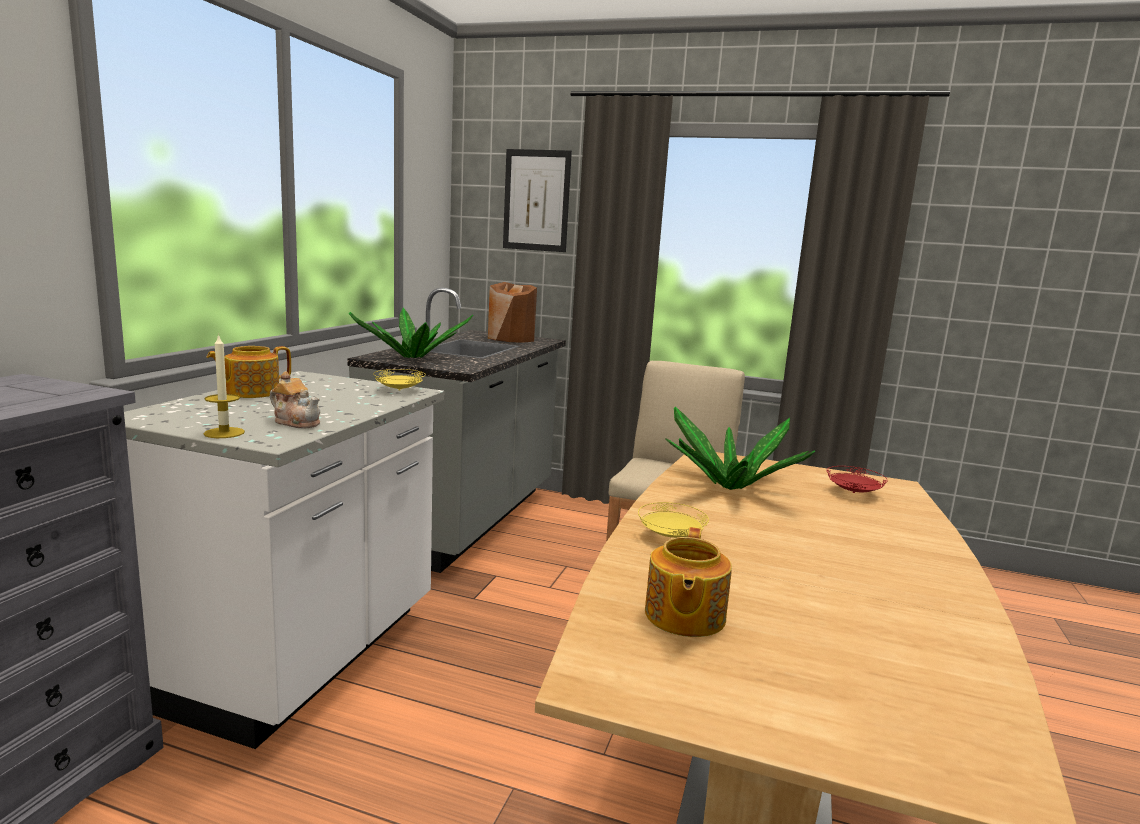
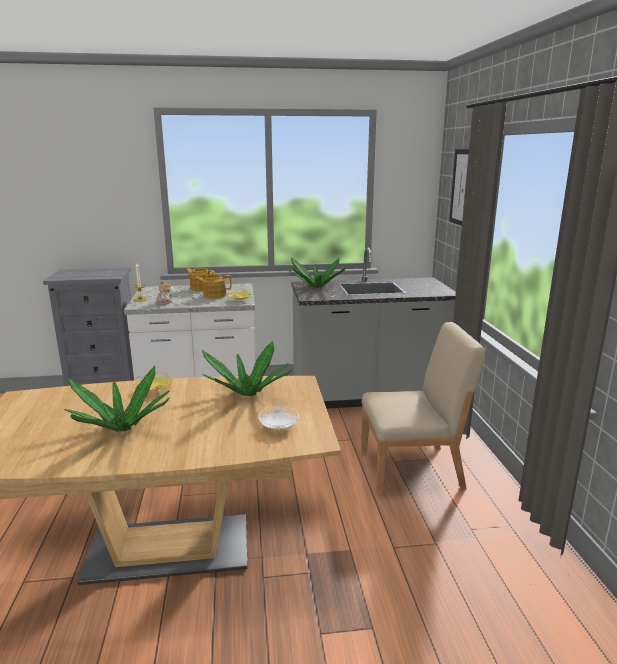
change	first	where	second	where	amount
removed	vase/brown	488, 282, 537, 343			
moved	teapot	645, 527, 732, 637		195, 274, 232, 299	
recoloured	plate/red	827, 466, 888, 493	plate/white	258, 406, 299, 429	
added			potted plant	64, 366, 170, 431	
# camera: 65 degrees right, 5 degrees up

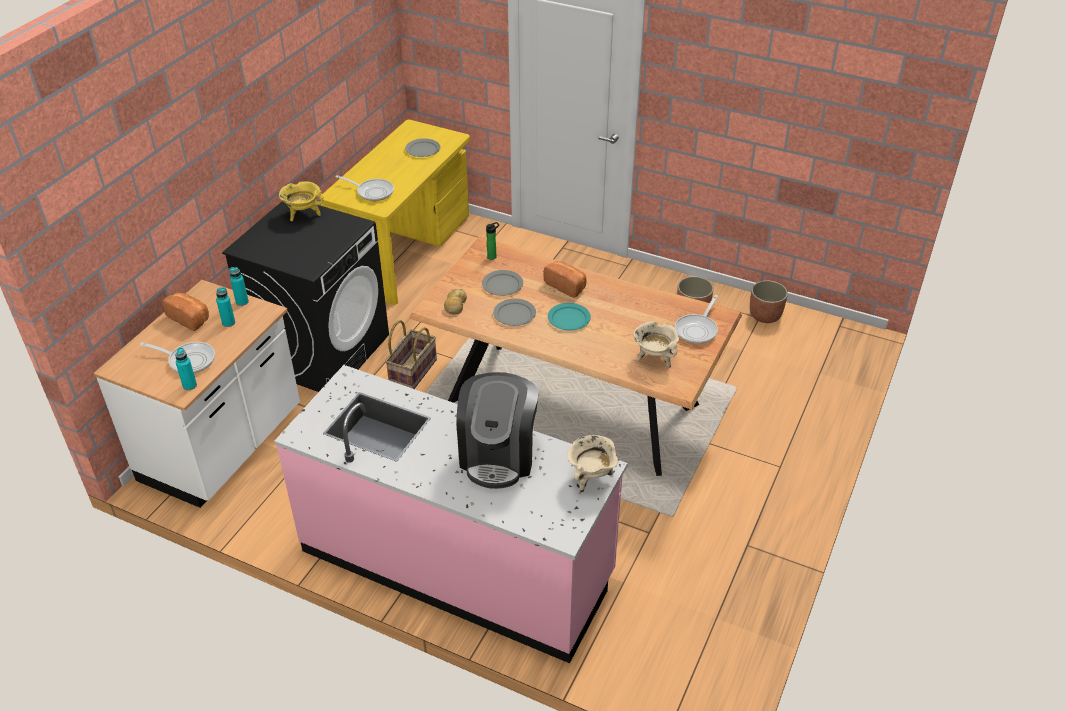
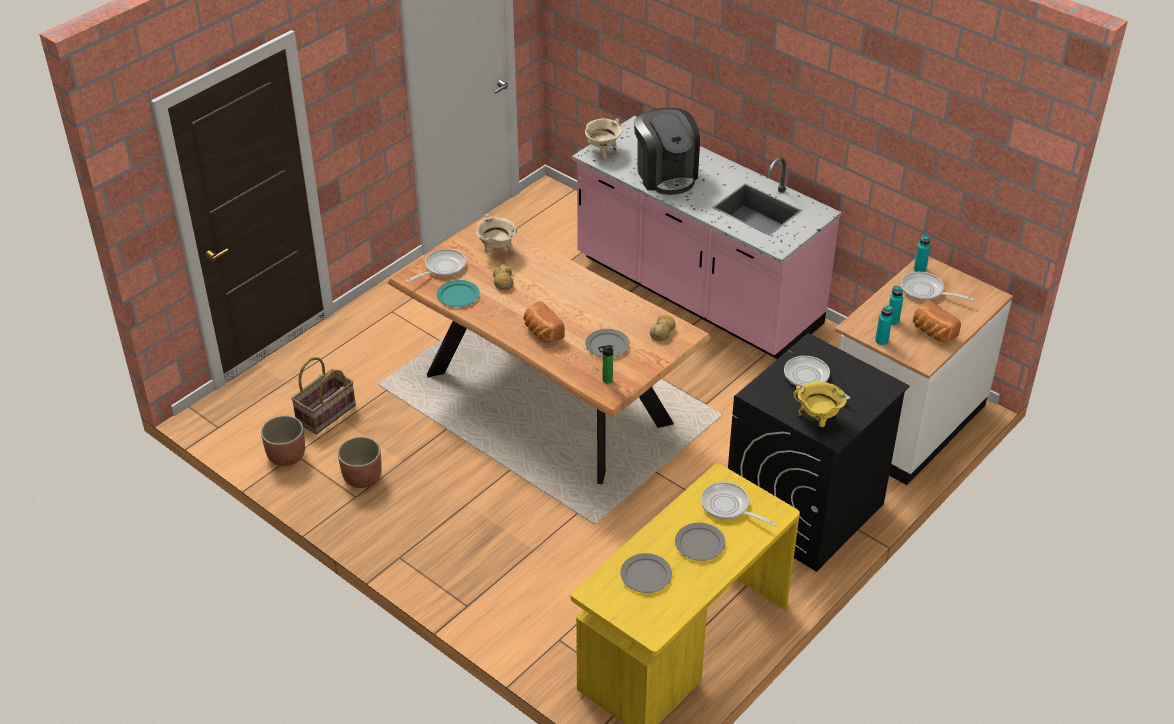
change	first	where	second	where	amount
moved	basket	385, 320, 437, 389		291, 357, 356, 435	
turned	coffee machine	456, 372, 538, 489		634, 108, 700, 195	135 degrees clockwise
moved	plate/grey	493, 299, 536, 326		675, 523, 726, 561	
moved	plate/turquoise	548, 303, 591, 330		437, 280, 480, 307	
added			bread	493, 264, 513, 290	
added			frying pan	784, 356, 850, 400	
# camera: 165 degrees left, 0 degrees up

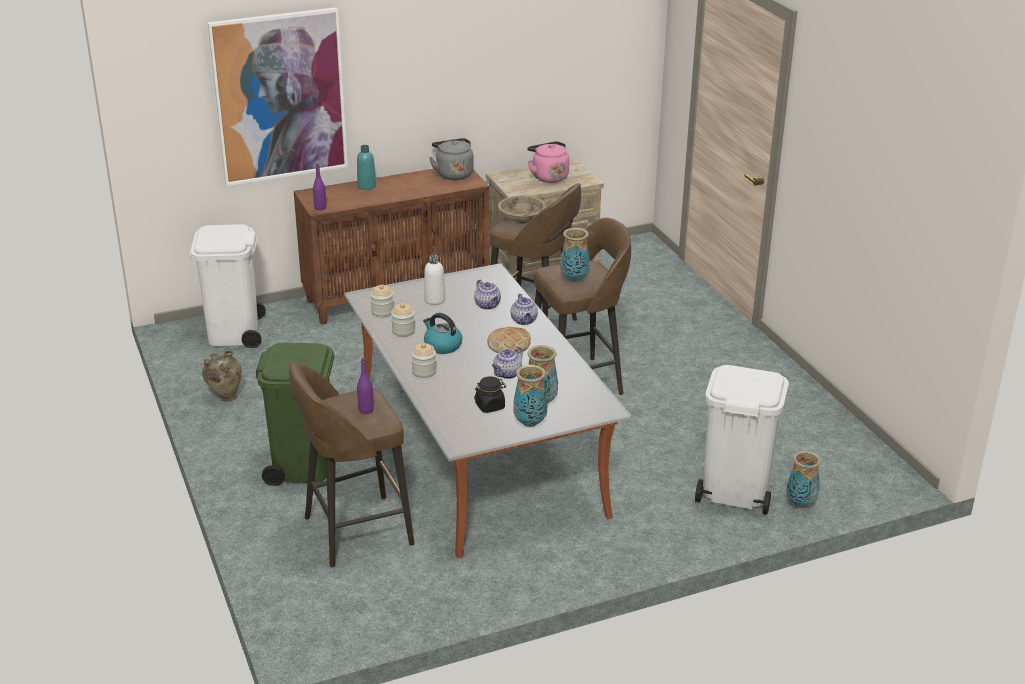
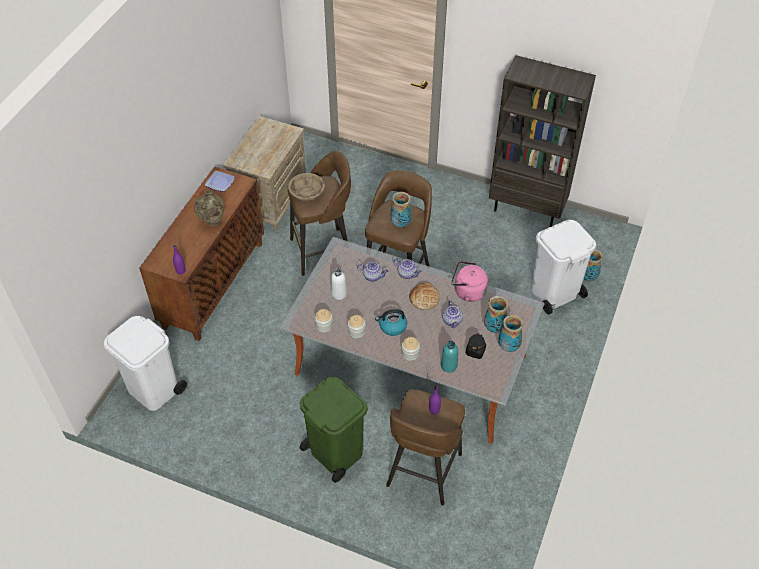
change	first	where	second	where	amount
moved	vase/beige	202, 350, 242, 401		194, 190, 224, 226	
removed	picture	208, 7, 348, 186			
moved	bottle/turquoise	357, 145, 376, 190		441, 341, 458, 373	
replaced	kettle/grey	429, 138, 474, 180	plate	205, 171, 235, 192	
moved	kettle/pink	527, 141, 569, 183		451, 261, 488, 302	
added			bookcase/brown	489, 55, 596, 227	
# camera: 45 degrees left, 20 degrees up

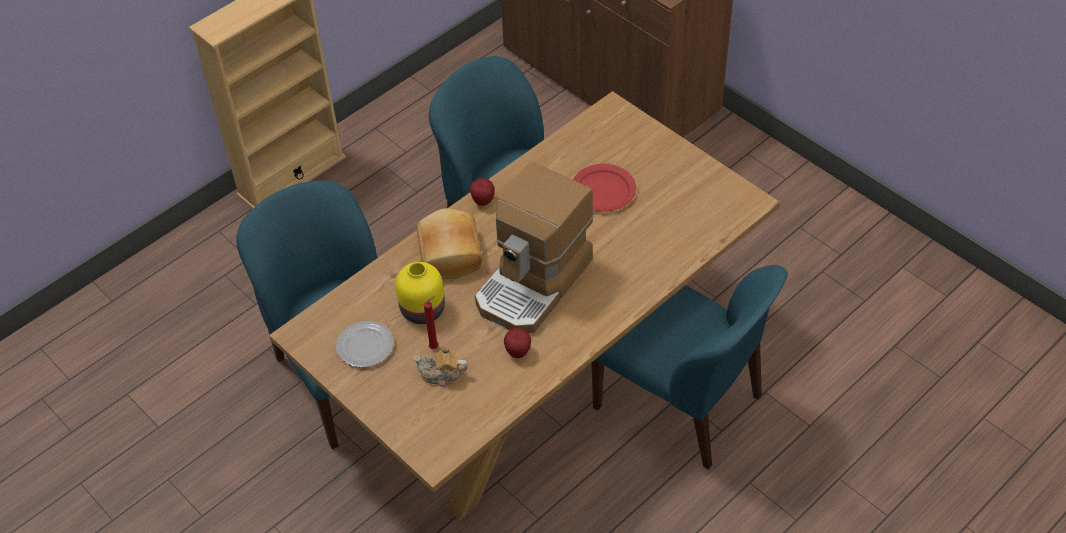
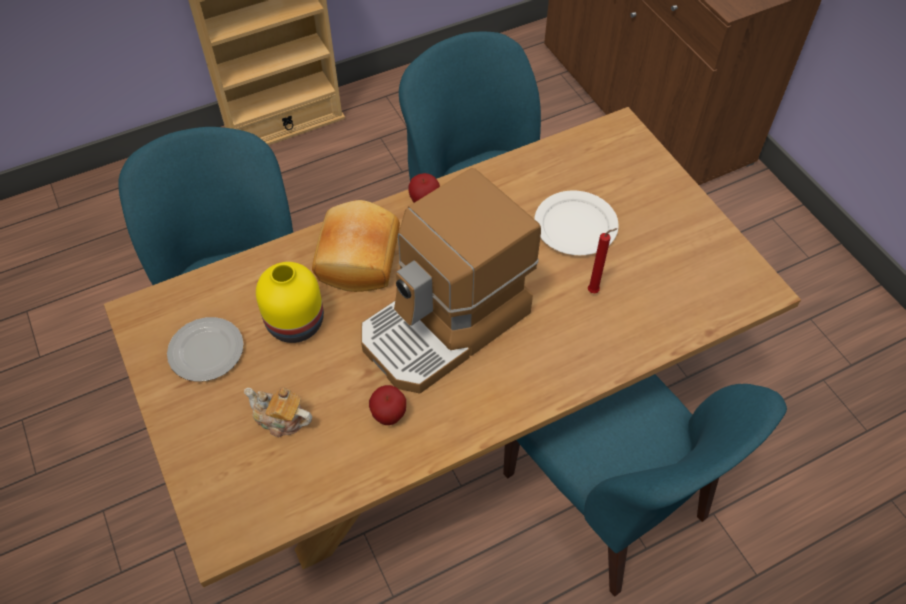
change	first	where	second	where	amount
moved	candle/red	424, 296, 438, 349		588, 228, 618, 293	
recoloured	plate/red	573, 164, 636, 212	plate/white	534, 190, 619, 255	
# camera: 15 degrees right, 5 degrees up

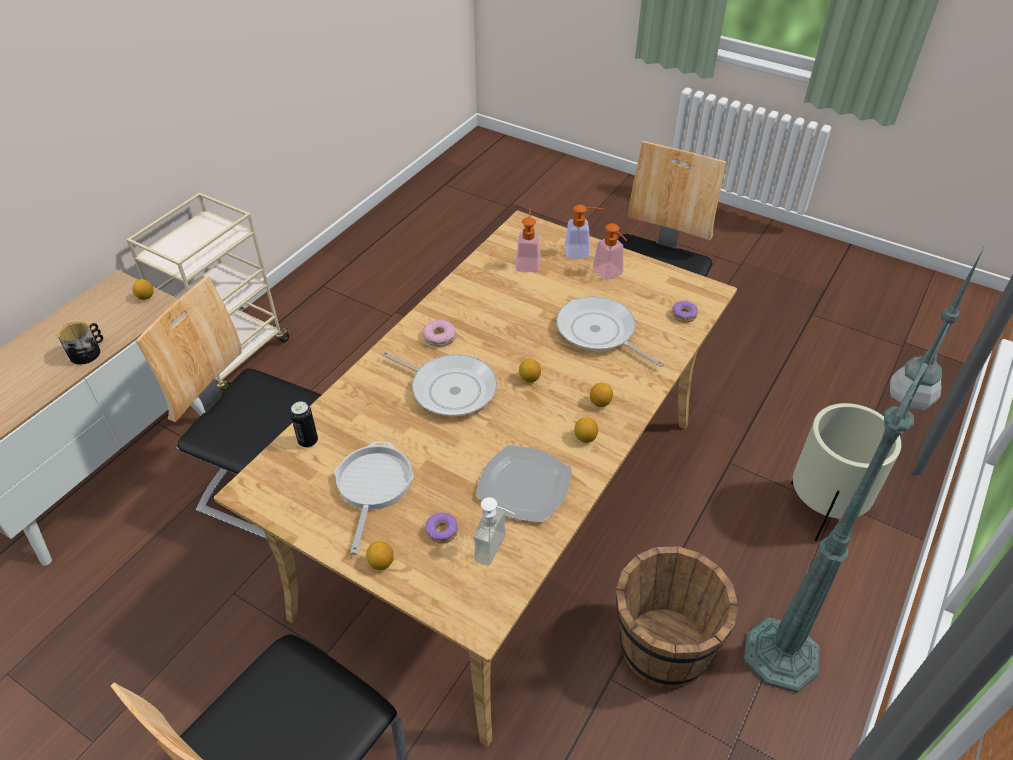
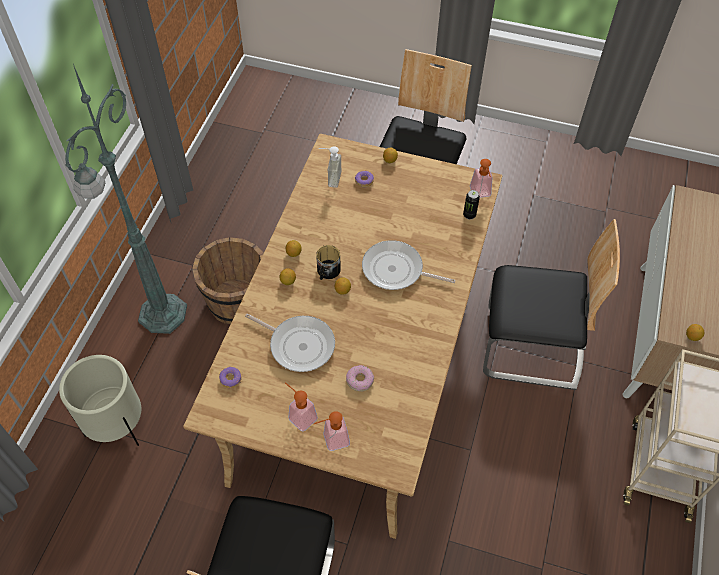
change	first	where	second	where	amount
moved	mug	57, 321, 103, 365		316, 245, 341, 280	
removed	frying pan	334, 441, 414, 555			
moved	donut	423, 319, 456, 347		346, 365, 374, 392	
removed	plate	476, 445, 572, 523			
moved	soap dispenser	515, 209, 540, 272		470, 159, 493, 198	
# camera: 165 degrees right, 10 degrees up

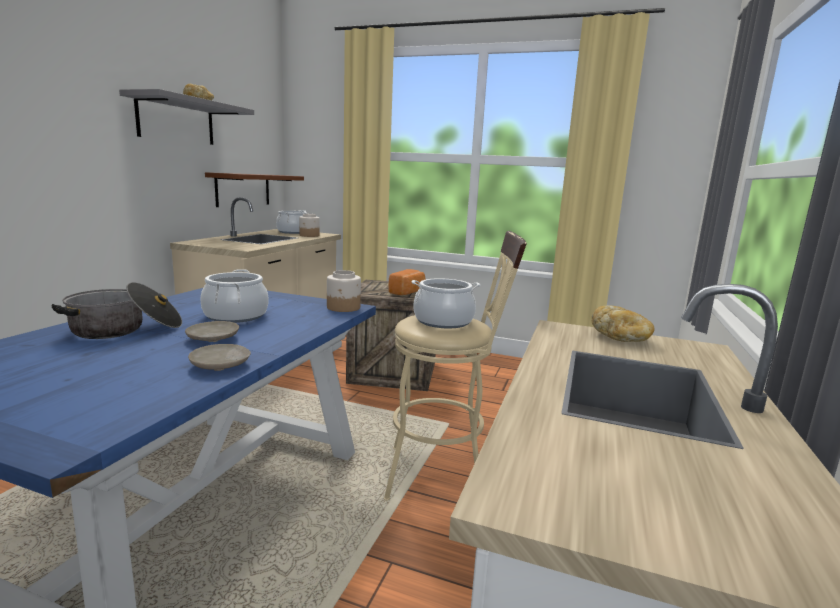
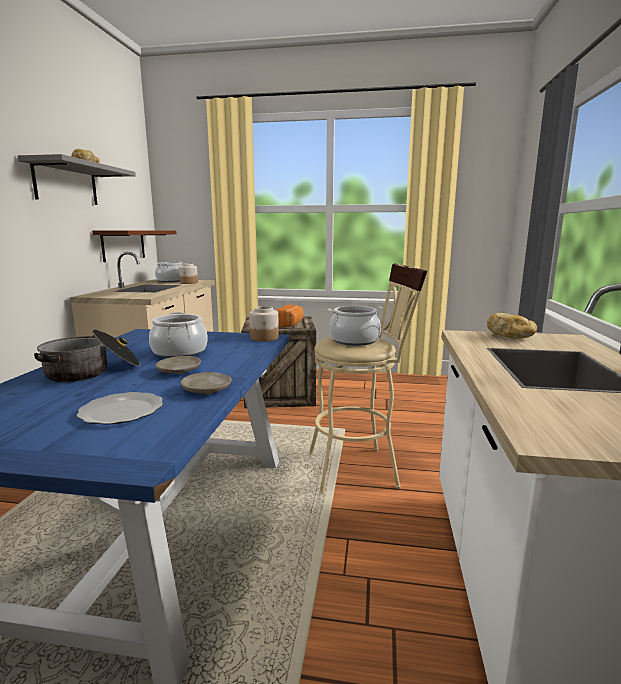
change	first	where	second	where	amount
added			plate	77, 392, 163, 425	
# camera: 10 degrees left, 0 degrees up

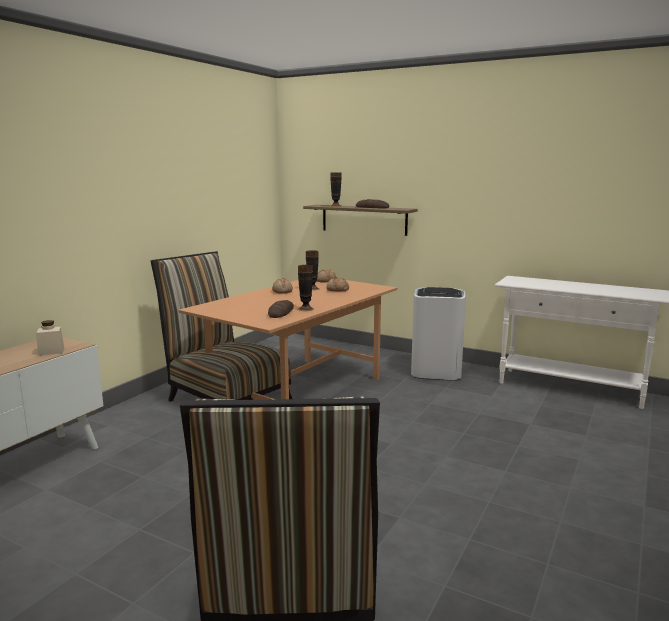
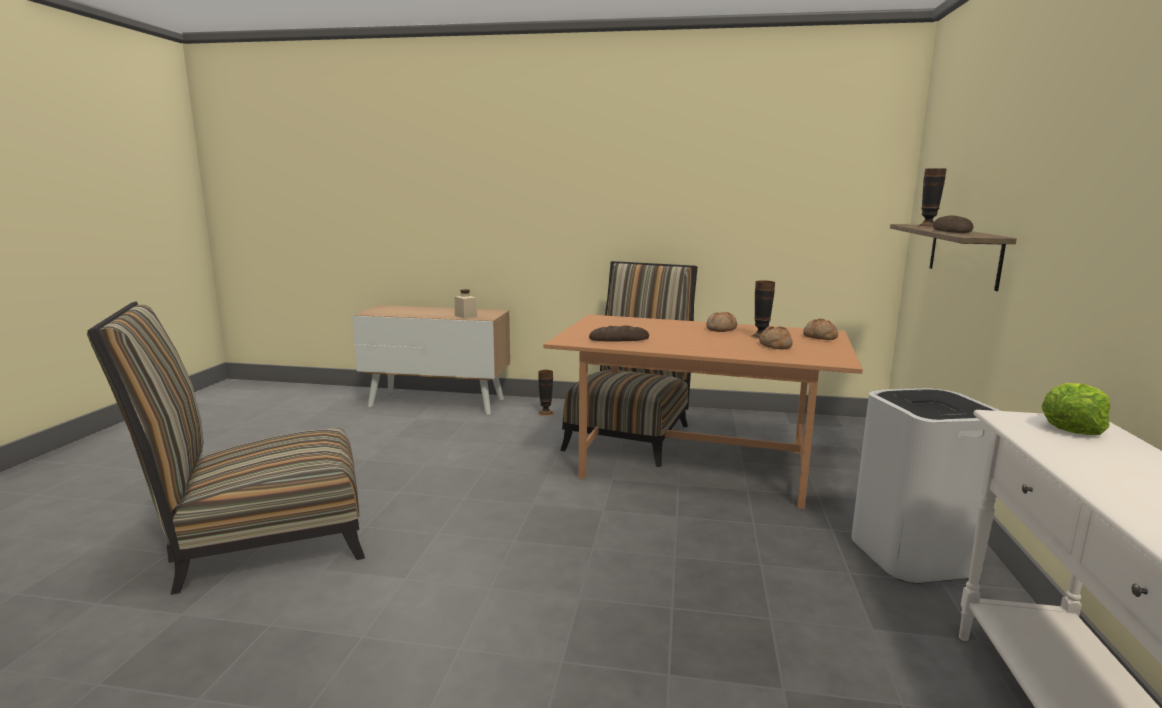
change	first	where	second	where	amount
moved	vase	298, 265, 314, 311		538, 370, 554, 416	
added			lettuce	1041, 383, 1110, 435	
# camera: 70 degrees right, 0 degrees up

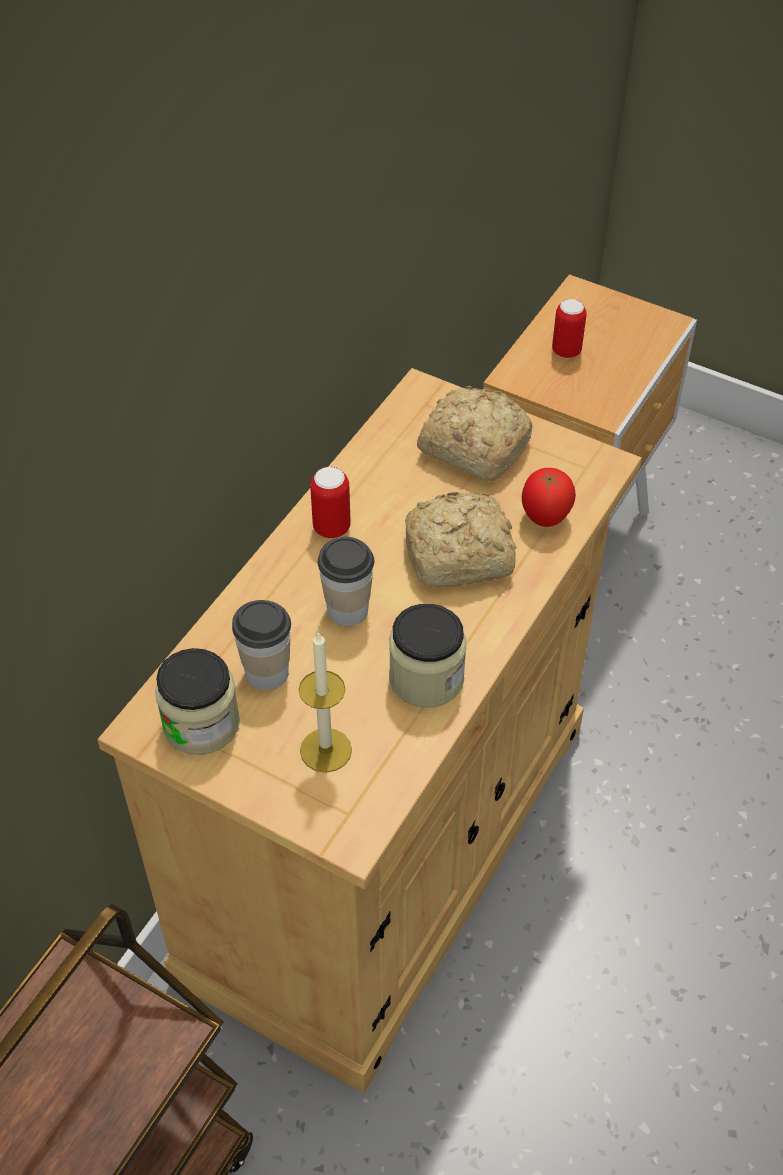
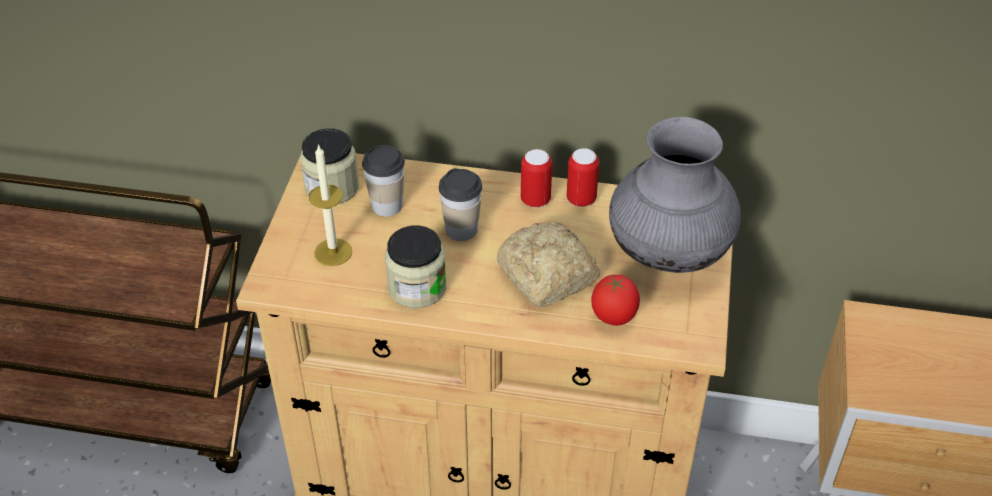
change	first	where	second	where	amount
replaced	bread	417, 386, 533, 481	vase/grey	609, 117, 741, 273	
moved	can	552, 299, 587, 359		567, 148, 599, 207	
# camera: 70 degrees right, 5 degrees down

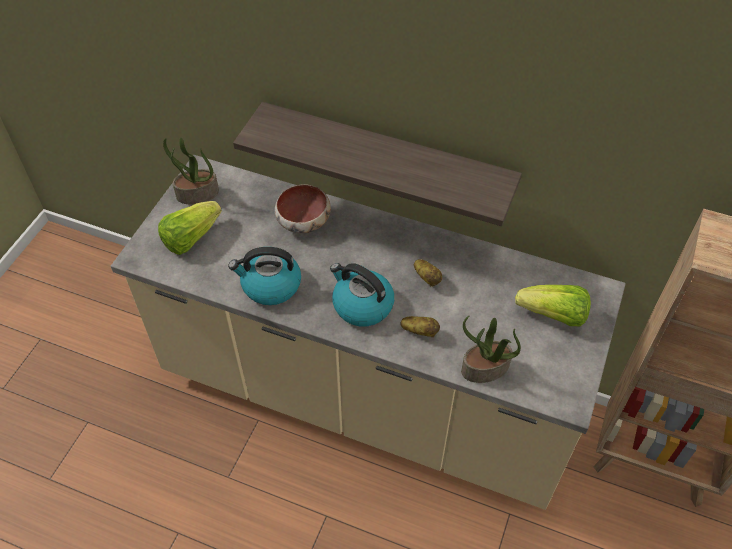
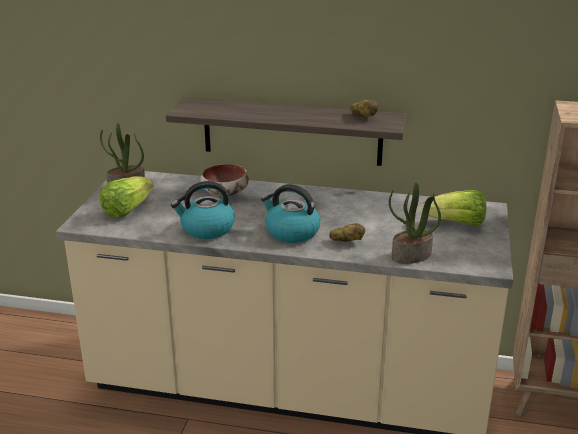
change	first	where	second	where	amount
moved	potato	414, 259, 442, 287		350, 100, 378, 117	
# camera: 10 degrees left, 25 degrees down

